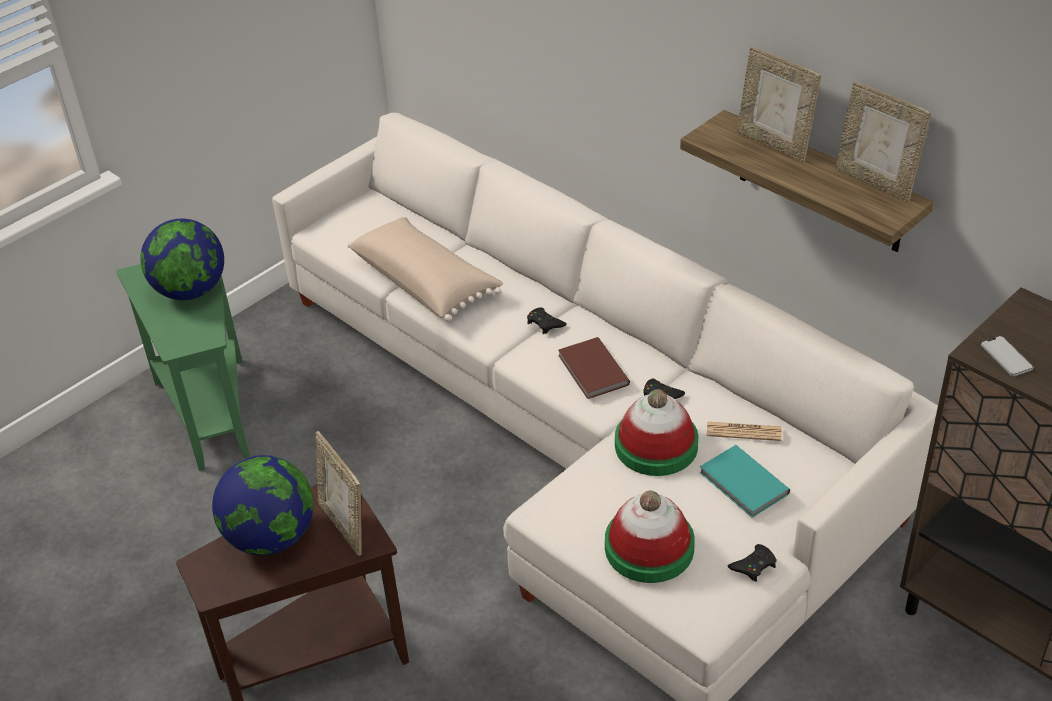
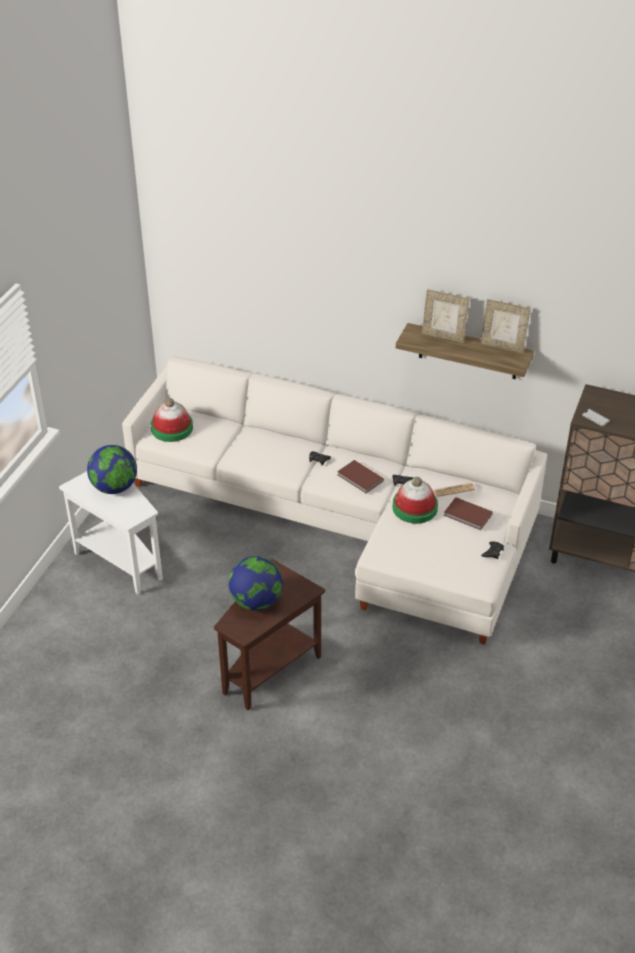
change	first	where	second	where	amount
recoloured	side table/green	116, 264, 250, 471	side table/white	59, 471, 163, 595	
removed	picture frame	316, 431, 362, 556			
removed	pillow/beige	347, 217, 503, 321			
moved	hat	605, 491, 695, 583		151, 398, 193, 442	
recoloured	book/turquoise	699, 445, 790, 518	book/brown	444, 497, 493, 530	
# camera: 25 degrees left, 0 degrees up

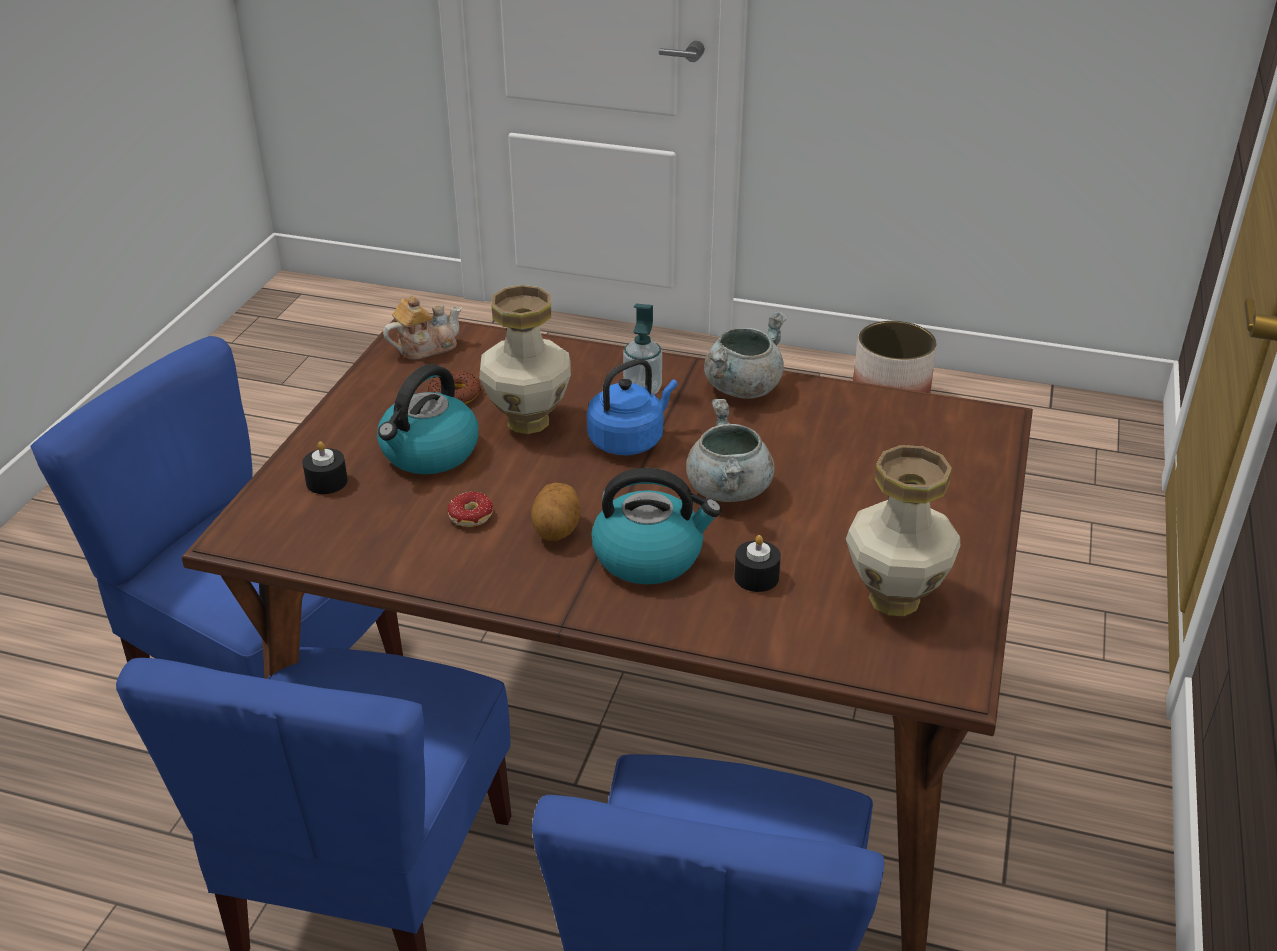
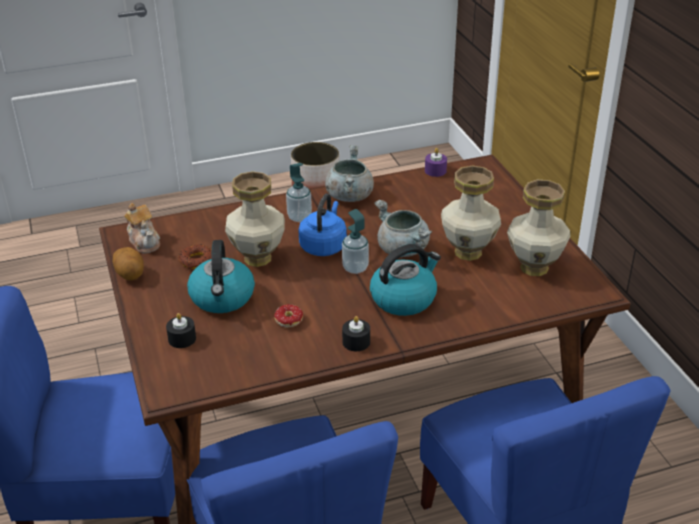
change	first	where	second	where	amount
turned	teapot	383, 296, 462, 360		124, 203, 160, 254	120 degrees clockwise
moved	potato	531, 483, 581, 541		112, 247, 144, 281	
moved	candle/black	734, 535, 781, 592		342, 316, 370, 351	
added			soap dispenser	342, 209, 369, 274	
added			candle/purple	425, 148, 447, 177	
added			vase	441, 166, 501, 261	
# camera: 35 degrees left, 0 degrees up

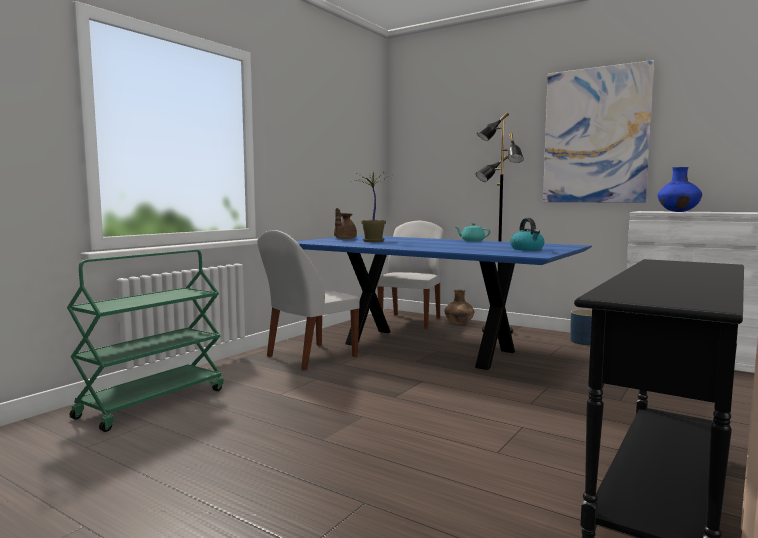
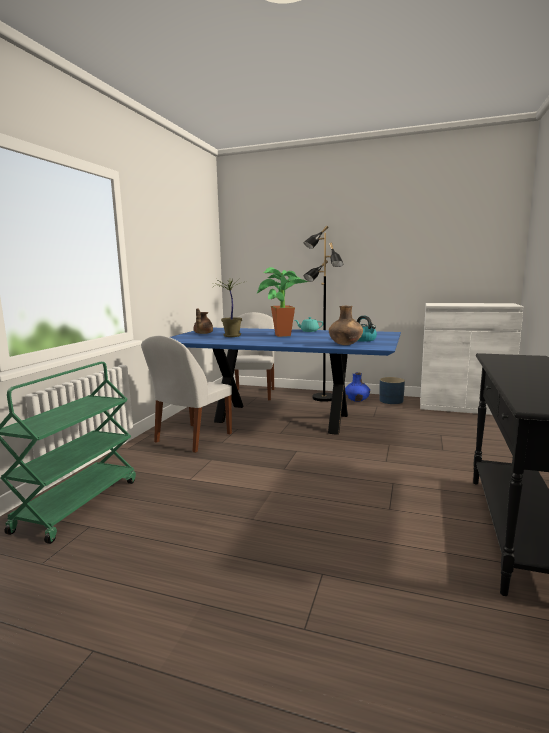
change	first	where	second	where	amount
moved	vase/brown	444, 289, 474, 324		329, 305, 363, 345	
removed	picture	543, 60, 655, 203			
moved	vase/blue	658, 167, 702, 212		345, 372, 370, 402	
added			potted plant	256, 267, 309, 337	
# camera: 15 degrees left, 5 degrees up

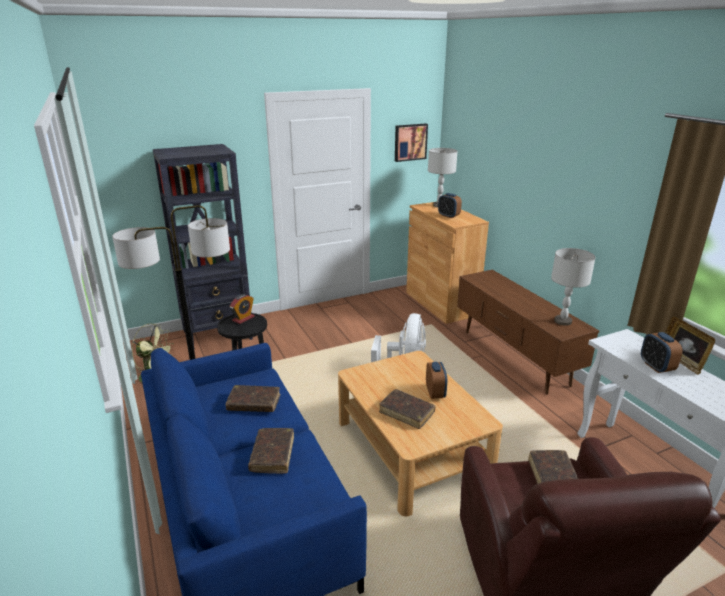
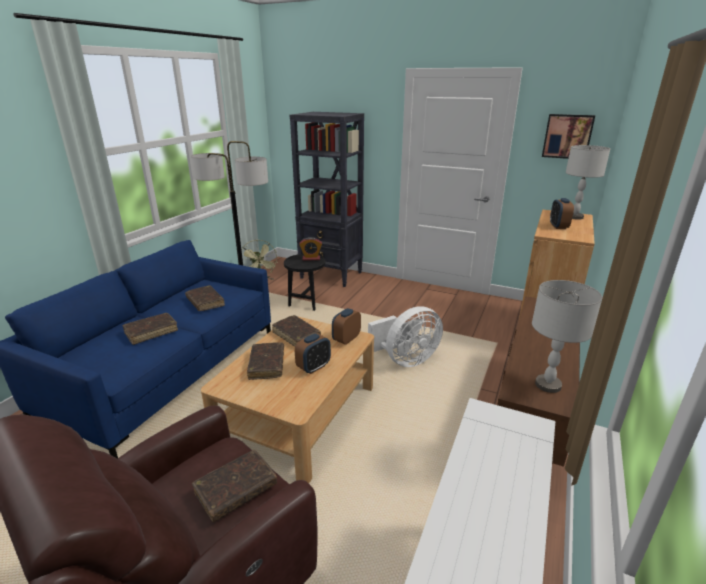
change	first	where	second	where	amount
moved	alarm clock	641, 332, 683, 373		332, 308, 361, 345	
removed	picture frame	665, 317, 715, 375			
added			book/brown	272, 315, 321, 347	
# camera: 50 degrees right, 0 degrees up

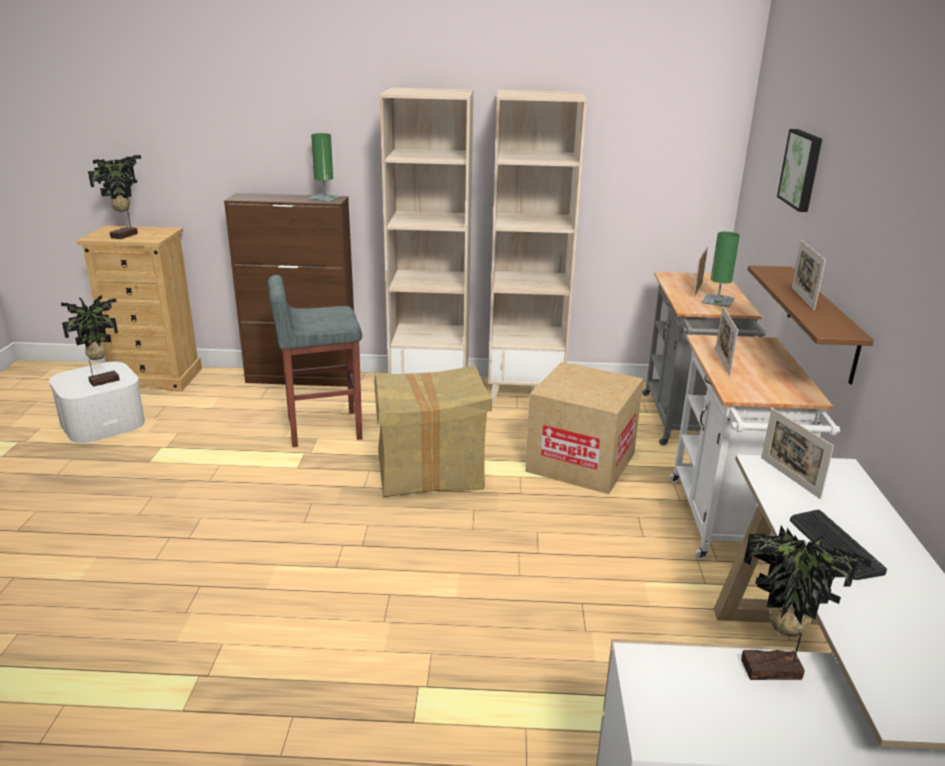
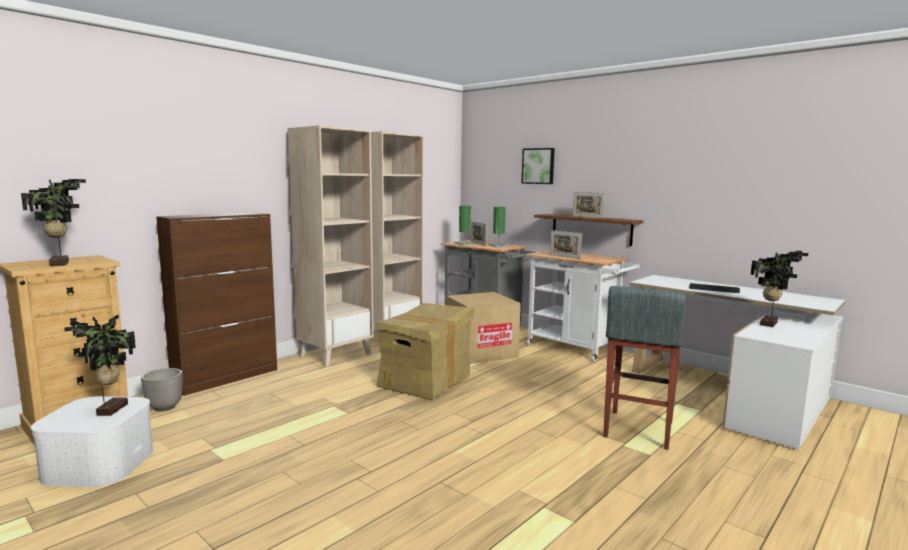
change	first	where	second	where	amount
moved	stool/grey	268, 275, 362, 447		603, 286, 686, 450	
moved	table lamp/green	308, 133, 342, 203		454, 206, 475, 245	
removed	picture frame	761, 408, 834, 499			
added			planter	141, 368, 183, 411	
# camera: 50 degrees left, 15 degrees down

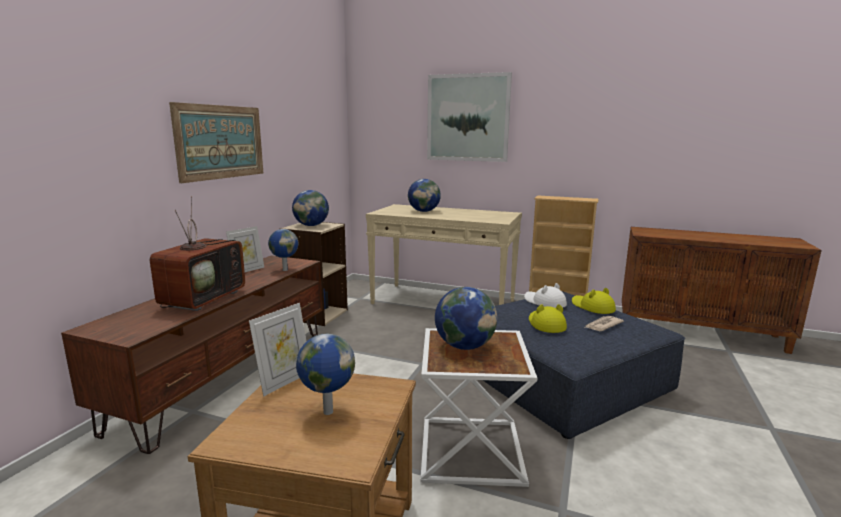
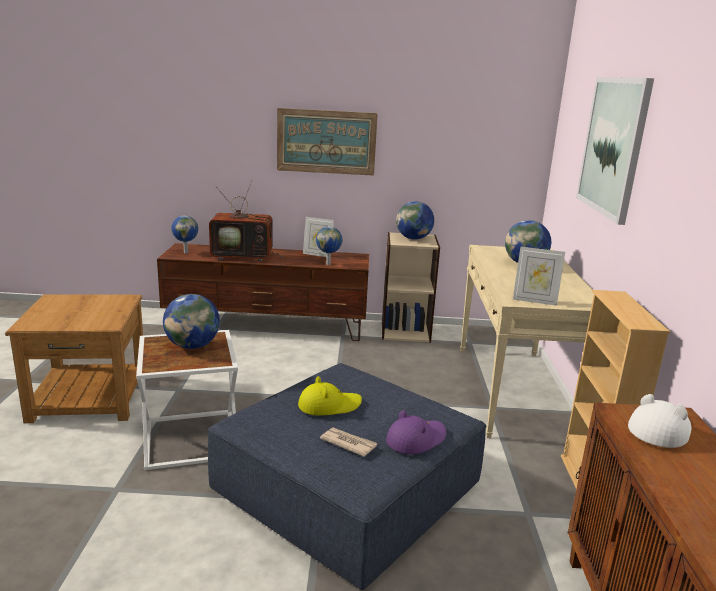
change	first	where	second	where	amount
moved	picture frame	249, 303, 306, 396		513, 246, 565, 306	
moved	globe	296, 334, 355, 415		171, 216, 198, 253	
moved	hat/white	524, 283, 567, 308		628, 394, 691, 448	
recoloured	hat/yellow	572, 288, 616, 314	hat/purple	386, 410, 446, 454	
# camera: 70 degrees right, 5 degrees up

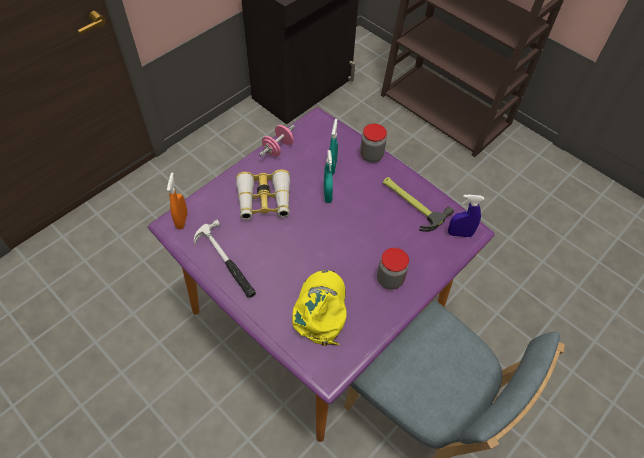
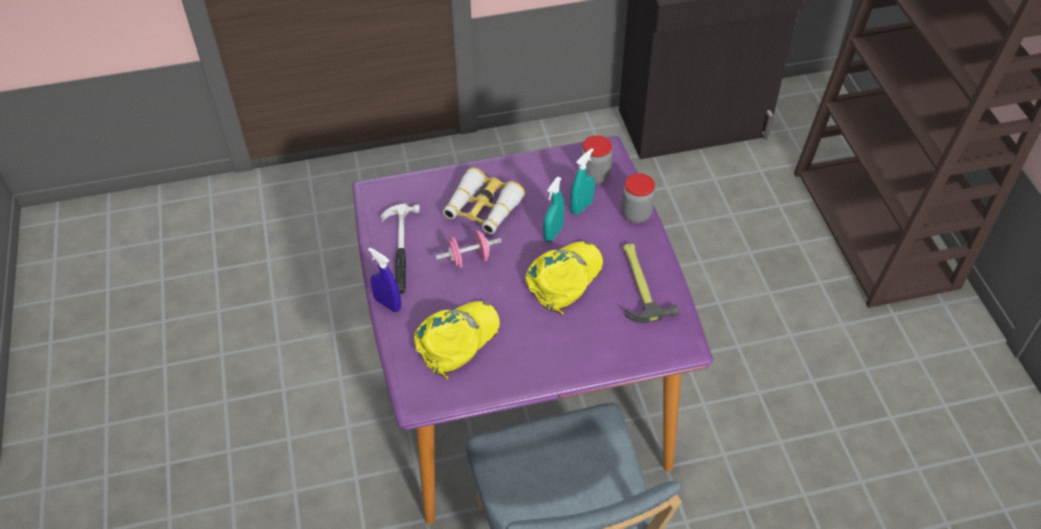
change	first	where	second	where	amount
removed	spray bottle/orange	167, 173, 187, 229			
moved	dumbbell/pink	259, 125, 295, 157		435, 231, 502, 268	
moved	jar	377, 248, 409, 290		581, 135, 612, 184	
moved	spray bottle/blue	448, 195, 484, 237		368, 247, 401, 312	
added			cap/yellow	525, 242, 603, 315	
# camera: 35 degrees right, 5 degrees down

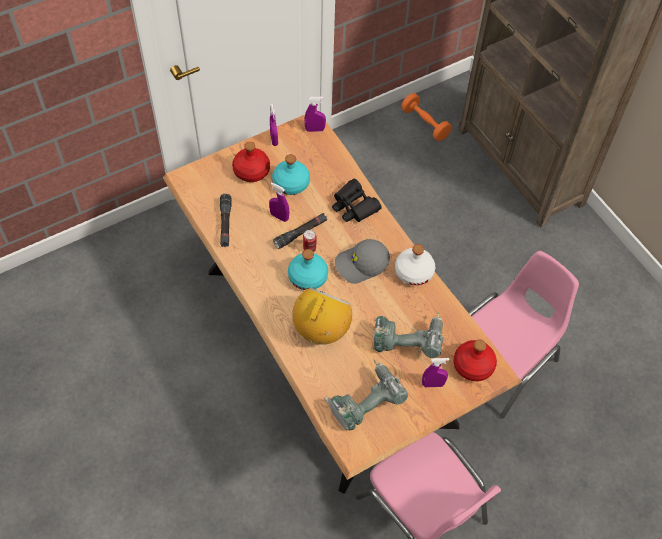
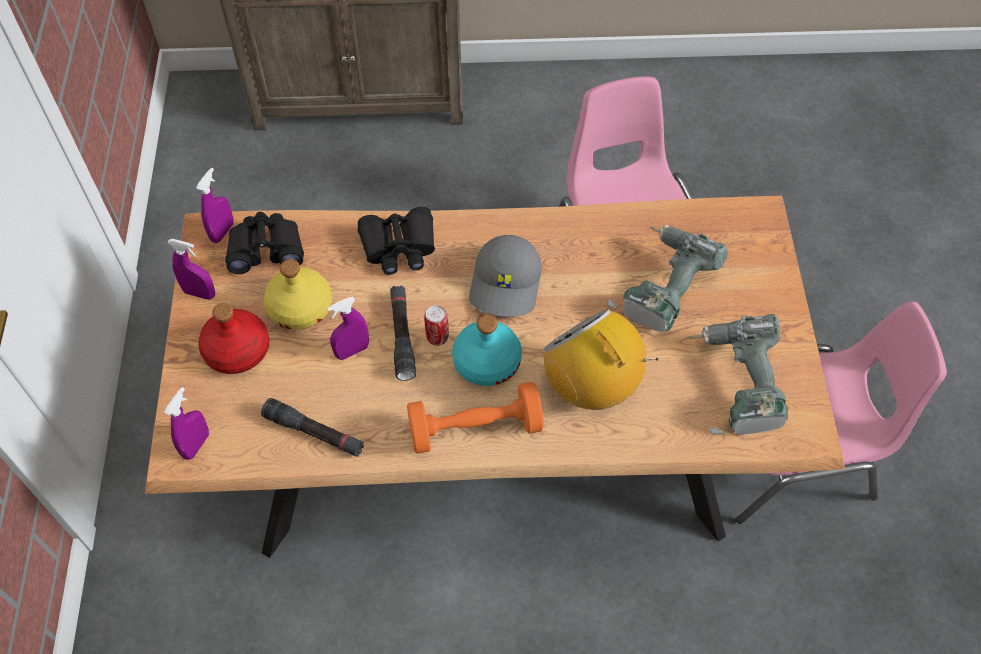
change	first	where	second	where	amount
recoloured	bottle/turquoise	272, 154, 310, 195	bottle/yellow	264, 259, 332, 329	
removed	bottle/white	395, 244, 435, 285			
moved	dumbbell/orange	401, 93, 452, 141		407, 382, 544, 454	
moved	spray bottle/purple	422, 358, 450, 387		164, 387, 209, 460	
removed	bottle/red	454, 339, 497, 381			
added			binoculars/black	225, 212, 304, 274	
# camera: 60 degrees left, 0 degrees up

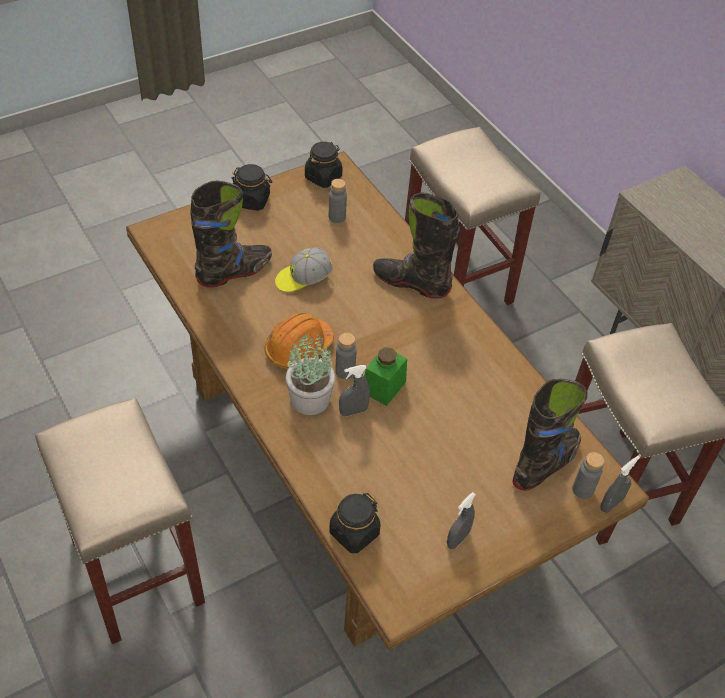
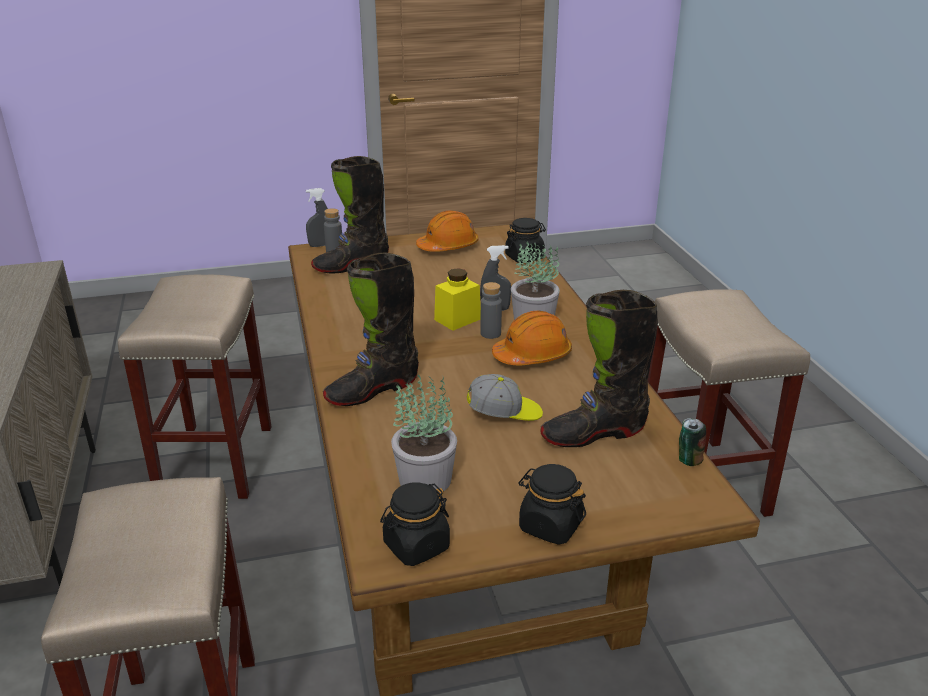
change	first	where	second	where	amount
replaced	bottle/grey	329, 179, 347, 223	potted plant	391, 374, 457, 491	
recoloured	jar/green	365, 347, 407, 406	jar/yellow	434, 268, 481, 331	
turned	boot/black	373, 192, 460, 299		323, 252, 419, 406	105 degrees clockwise
replaced	spray bottle/grey	447, 492, 476, 549	hard hat/orange	416, 210, 479, 252	
added			can	679, 418, 706, 466	
# camera: 160 degrees left, 20 degrees down

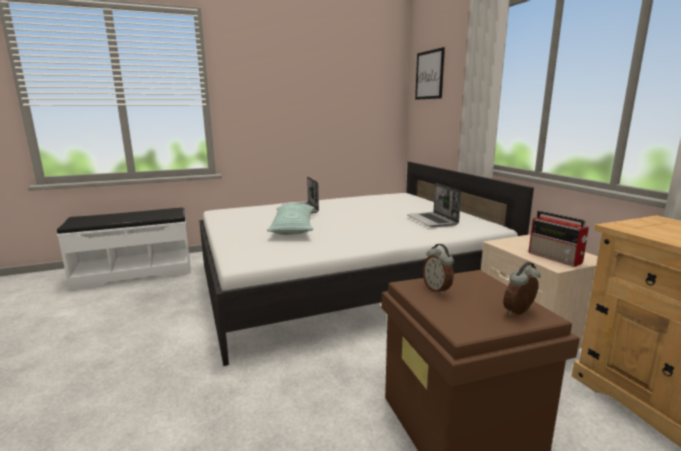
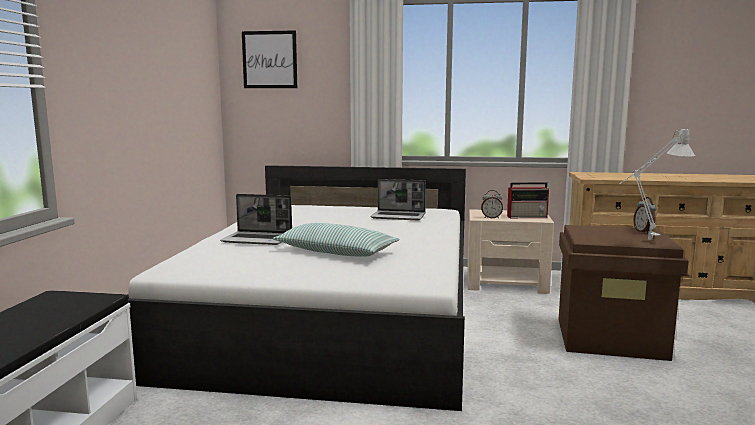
change	first	where	second	where	amount
moved	alarm clock	423, 244, 454, 295		481, 190, 503, 219	
added			table lamp/grey	619, 127, 695, 240	
# camera: 60 degrees left, 5 degrees down

